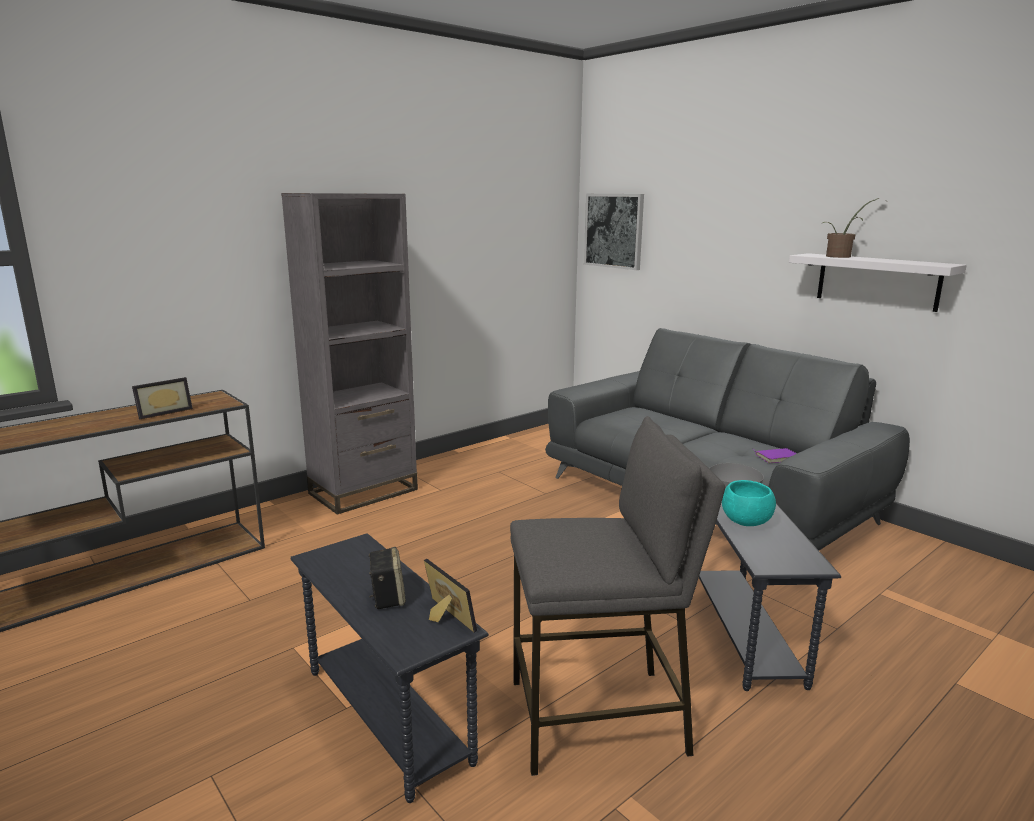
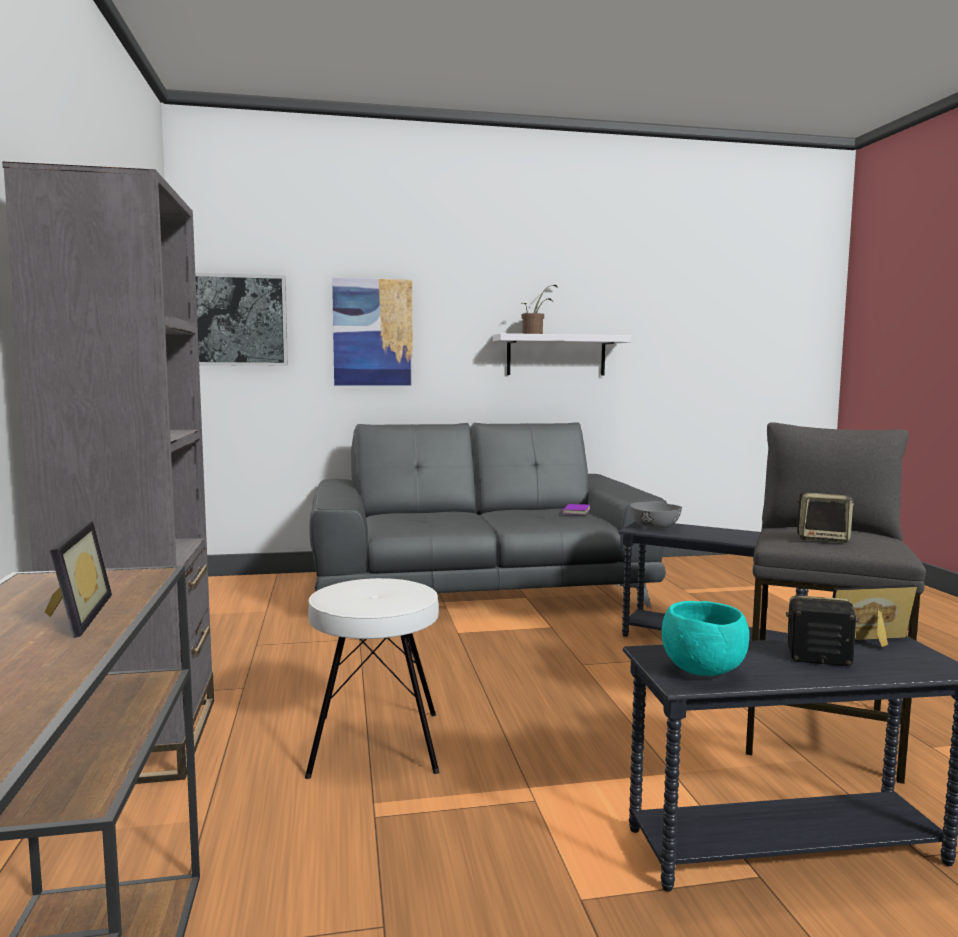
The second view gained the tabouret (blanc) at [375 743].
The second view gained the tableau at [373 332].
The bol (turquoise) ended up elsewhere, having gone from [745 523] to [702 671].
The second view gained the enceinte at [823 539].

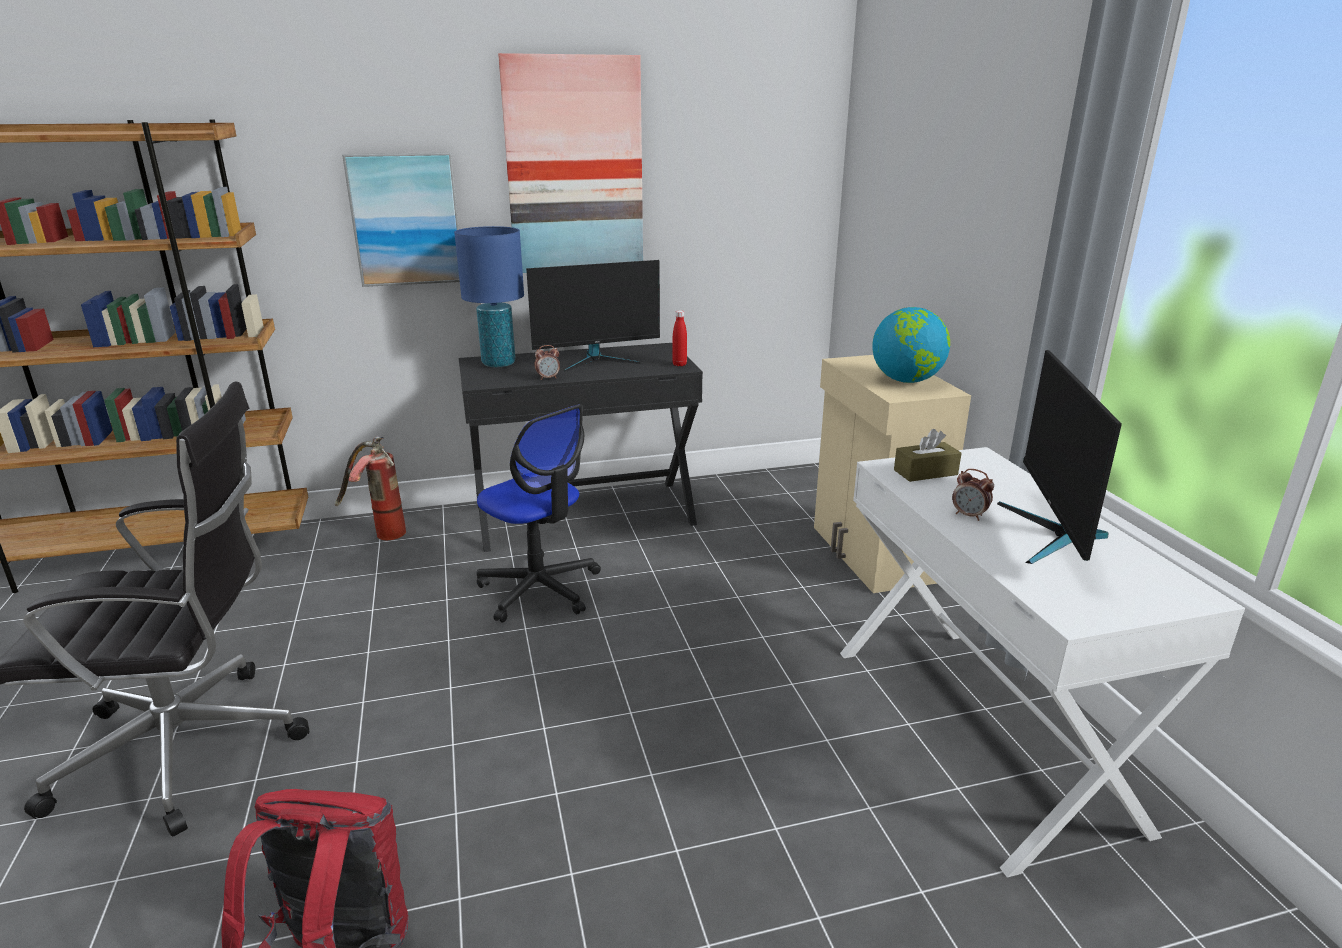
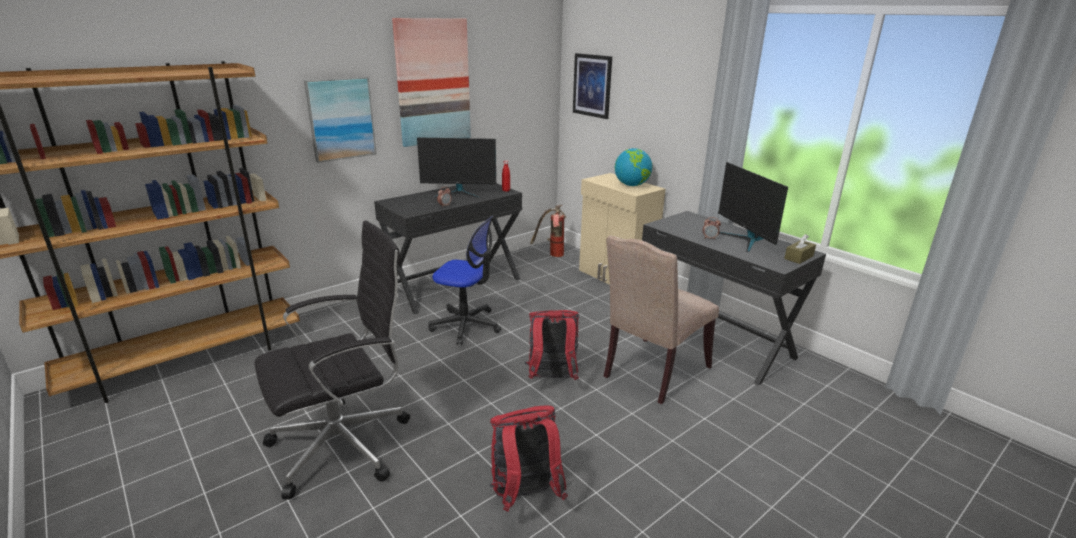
The écran d'ordinateur at [597 361] ended up facing another way, 45 degrees clockwise from before.
The second view gained the sac à dos (rouge) at [552 379].
The extincteur ended up elsewhere, having gone from [379 534] to [551 255].
The second view gained the tableau at [592 85].
The second view gained the chaise (beige) at [652 373].
What was the bureau (blanc) at [980 732] turned into the bureau (noir) at [713 339].
The boîte à mouchoirs (marron) ended up elsewhere, having gone from [925 472] to [798 257].
The second view lost the lampe de table (bleu) at [498 363].

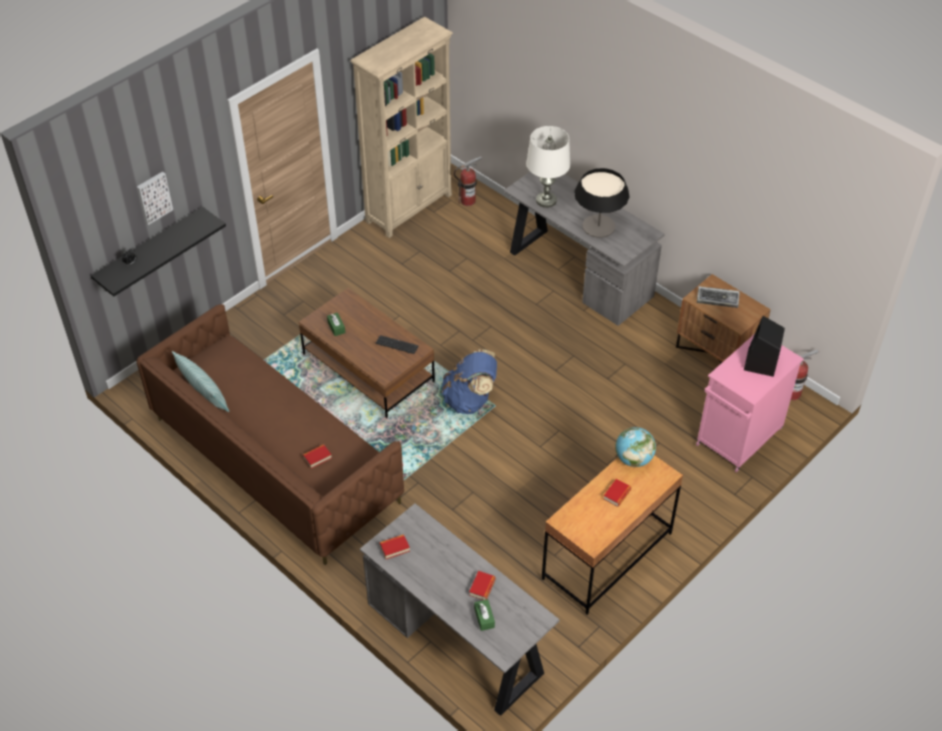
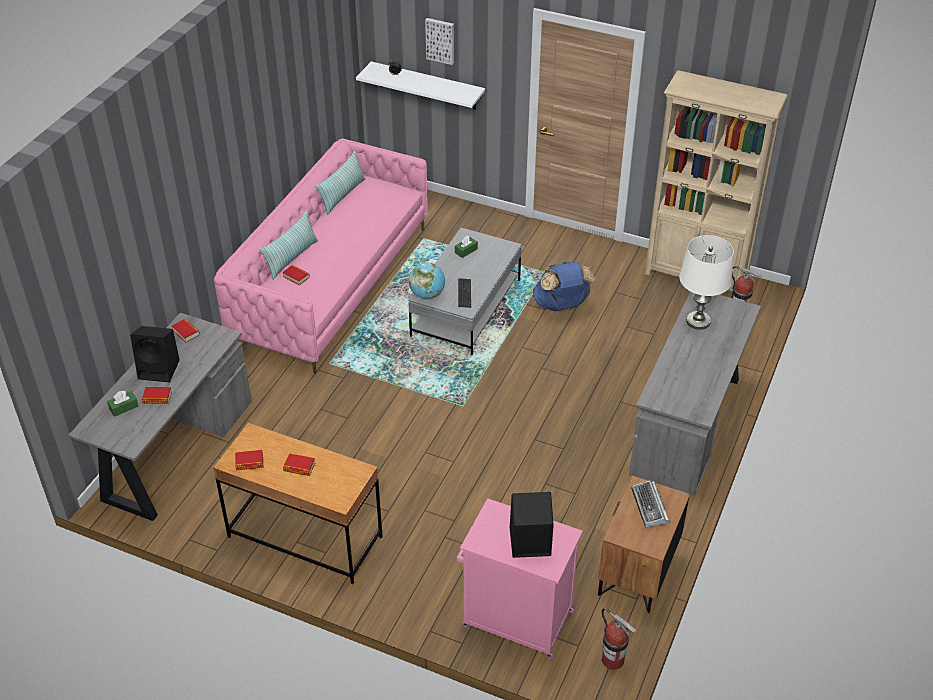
The second view gained the enceinte (noir) at [160 369].
What was the canapé (marron) at [275 459] turned into the canapé (rose) at [332 283].
The second view gained the livre at [249 462].
The second view gained the coussin at [291 258].
What was the étagère (noir) at [150 250] turned into the étagère (blanc) at [427 86].
What was the table basse (marron) at [368 368] turned into the table basse (gris) at [466 308].
The globe ended up elsewhere, having gone from [633 459] to [427 294].
The sac à dos (bleu) ended up elsewhere, having gone from [470 400] to [561 305].
The second view lost the lampe de table at [598 226].

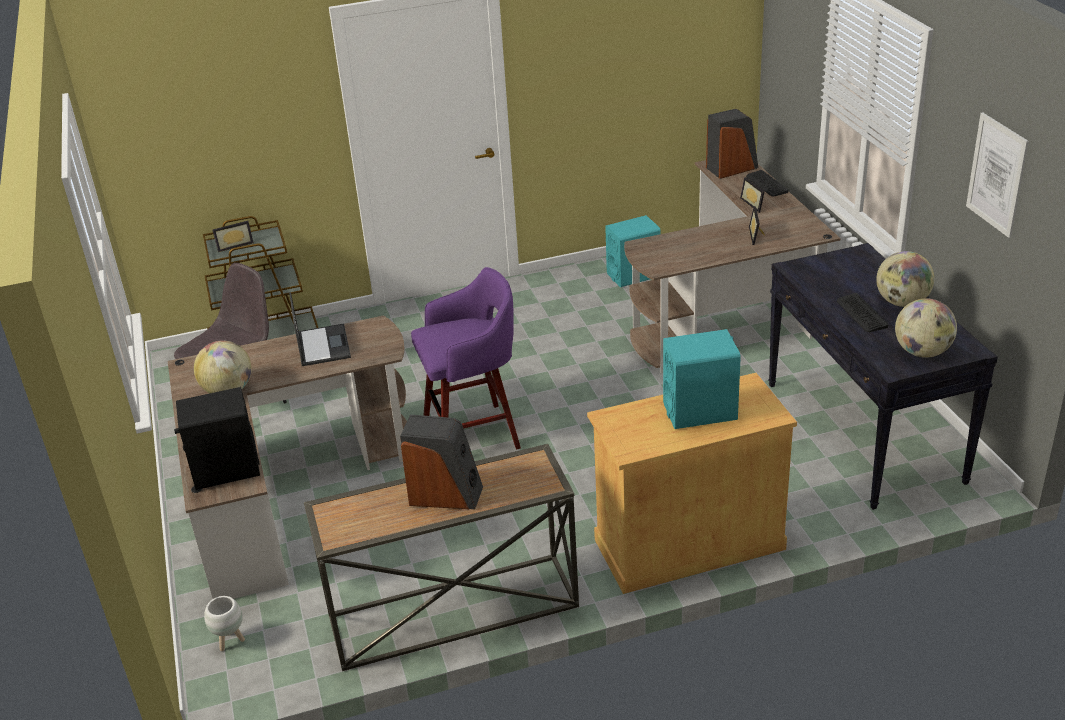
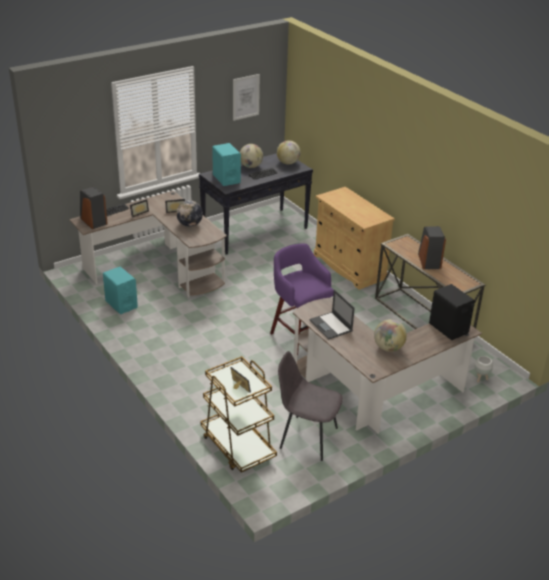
The second view gained the globe at [190 225].
The enceinte (turquoise) ended up elsewhere, having gone from [700 411] to [226 179].
The ordinateur portable at [323 345] ended up facing another way, 90 degrees counterclockwise from before.

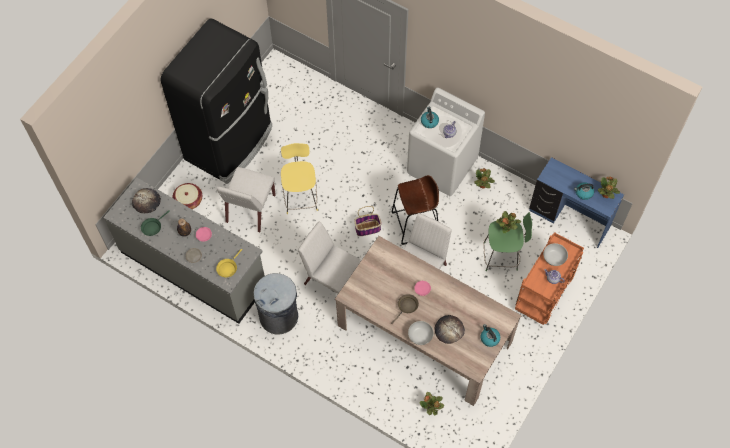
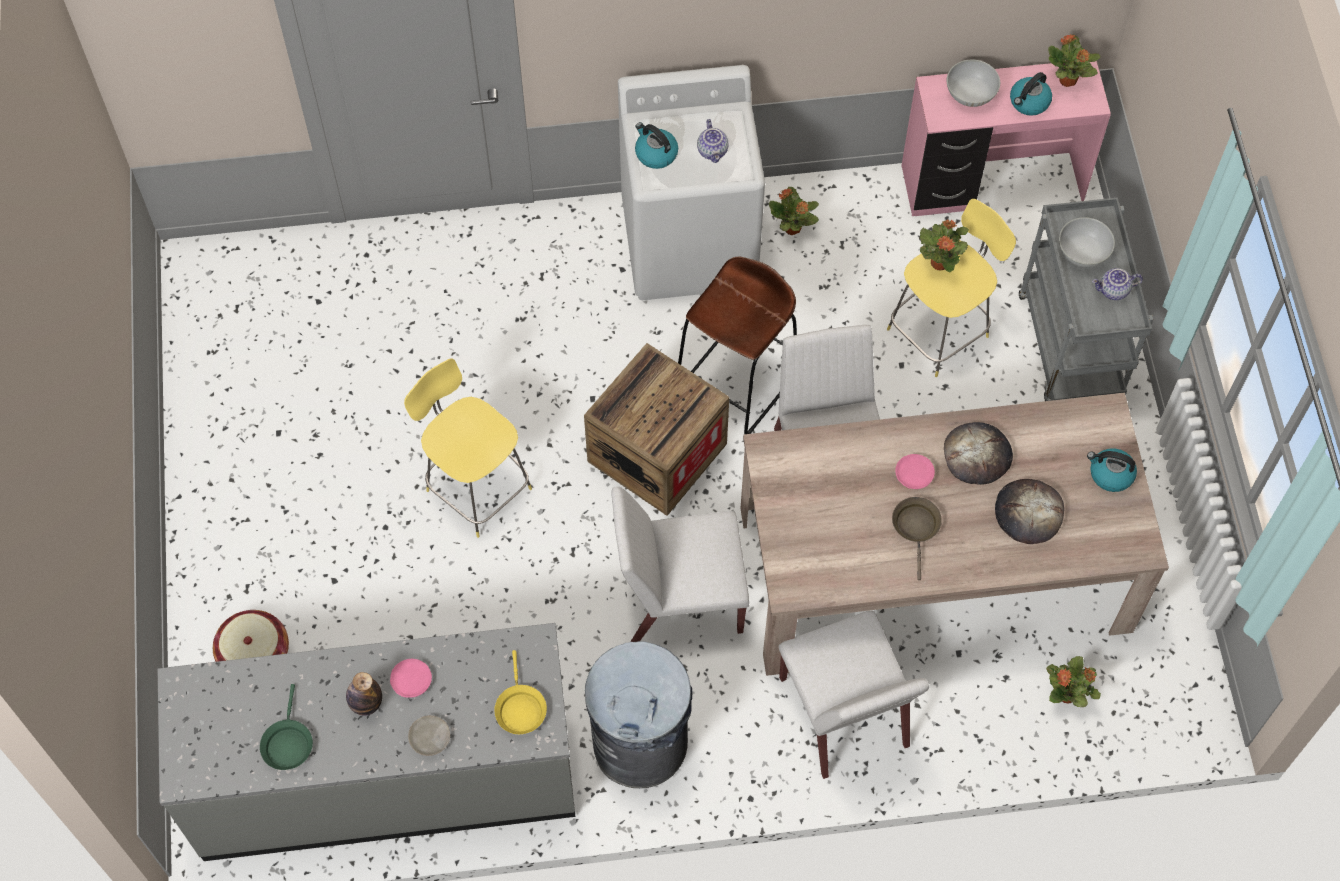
Where the panier stood at [368 228], the caisse came to stand at [657 452].
The chaise (blanc) ended up elsewhere, having gone from [250 209] to [844 714].
What was the tabouret (vert) at [502 256] turned into the tabouret (jaune) at [940 331].
What was the bureau (bleu) at [569 219] turned into the bureau (rose) at [993 184].
The pain ended up elsewhere, having gone from [146 201] to [977 455].
The bol (blanc) ended up elsewhere, having gone from [420 336] to [970 95].
What was the chariot (orange) at [543 295] turned into the chariot (gris) at [1071 348].
The second view lost the réfrigérateur (noir) at [230 143].

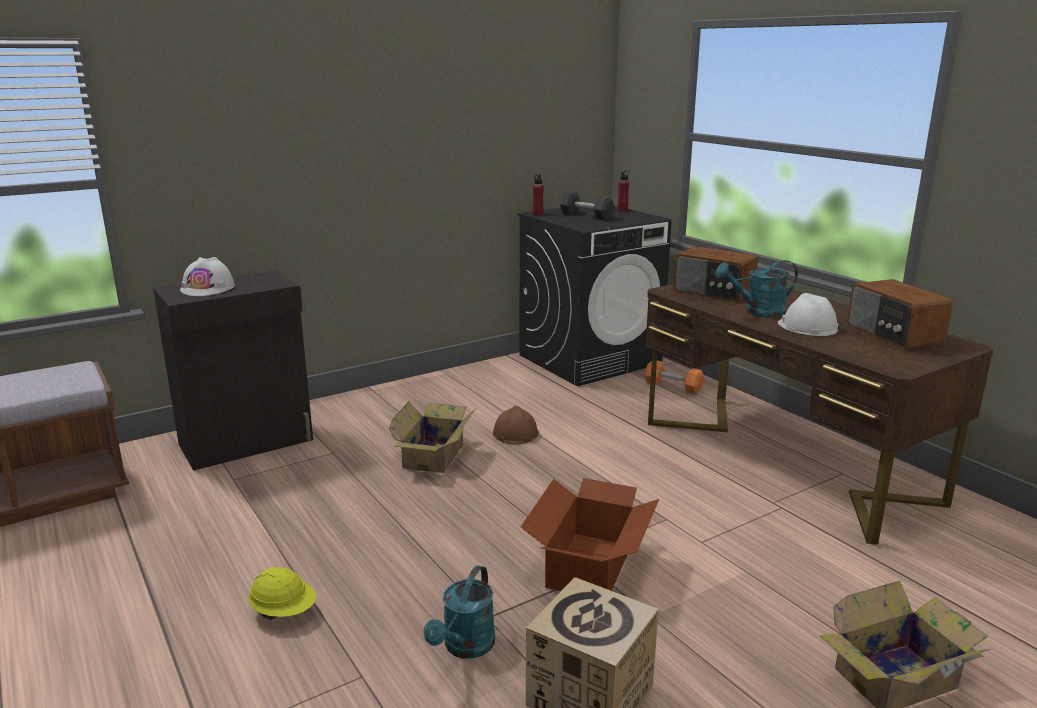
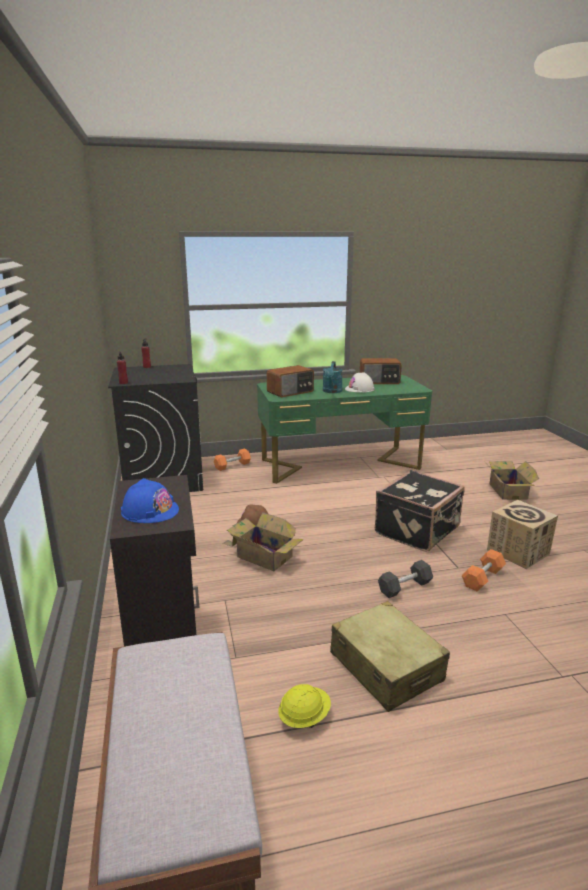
What was the casque de chantier (blanc) at [208 288] turned into the casque de chantier (bleu) at [150 510].
What was the bureau (marron) at [783 460] turned into the bureau (vert) at [340 464].
The casque de chantier (jaune) ended up elsewhere, having gone from [284 612] to [304 717].
The second view gained the valise (beige) at [386 667].
Where the carton stood at [591 566], the valise (noir) came to stand at [418 531].
The haltère (noir) ended up elsewhere, having gone from [586 215] to [405 587].
Where the arrosoir (turquoise) stood at [465 648], the haltère (orange) came to stand at [482 578].

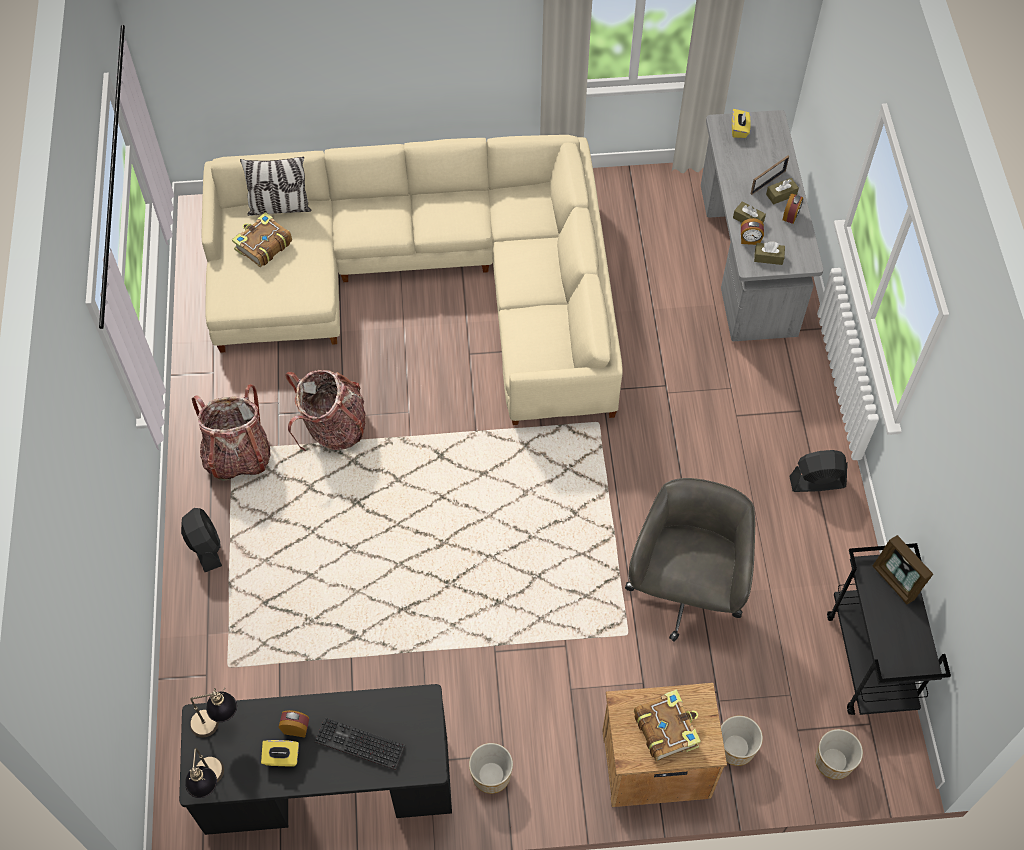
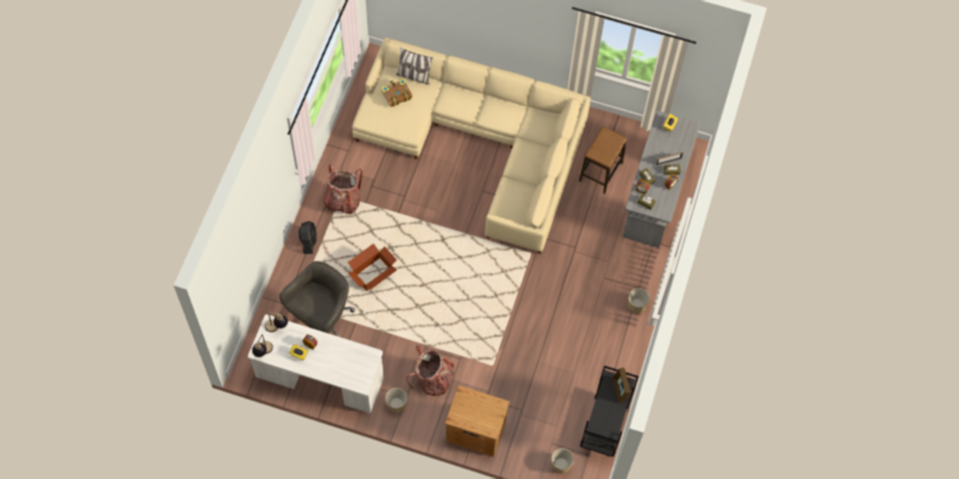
What was the bureau (noir) at [328 786] turned into the bureau (blanc) at [320 378].
The chaise de bureau (gris) ended up elsewhere, having gone from [685 591] to [321 319].
The second view gained the carton at [373 274].
The sac à dos ended up elsewhere, having gone from [333 428] to [433 379].
The second view gained the tabouret at [600 172].
The cache-pot ended up elsewhere, having gone from [735 748] to [636 305].
The second view lost the clavier at [357 745].
The second view lost the livre at [666 728].
The second view lost the ventilateur (noir) at [817 482].

